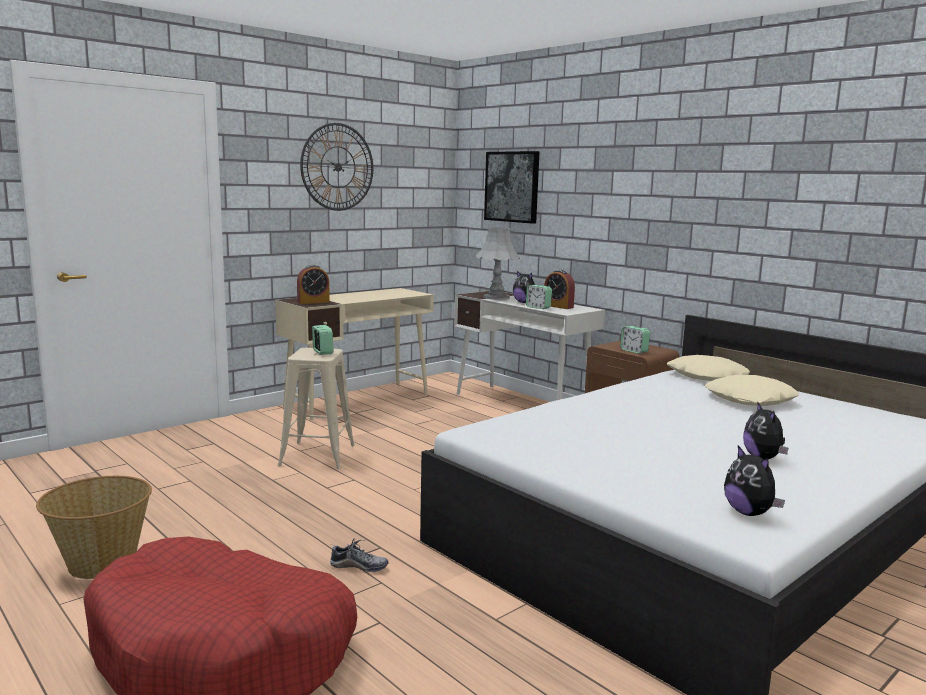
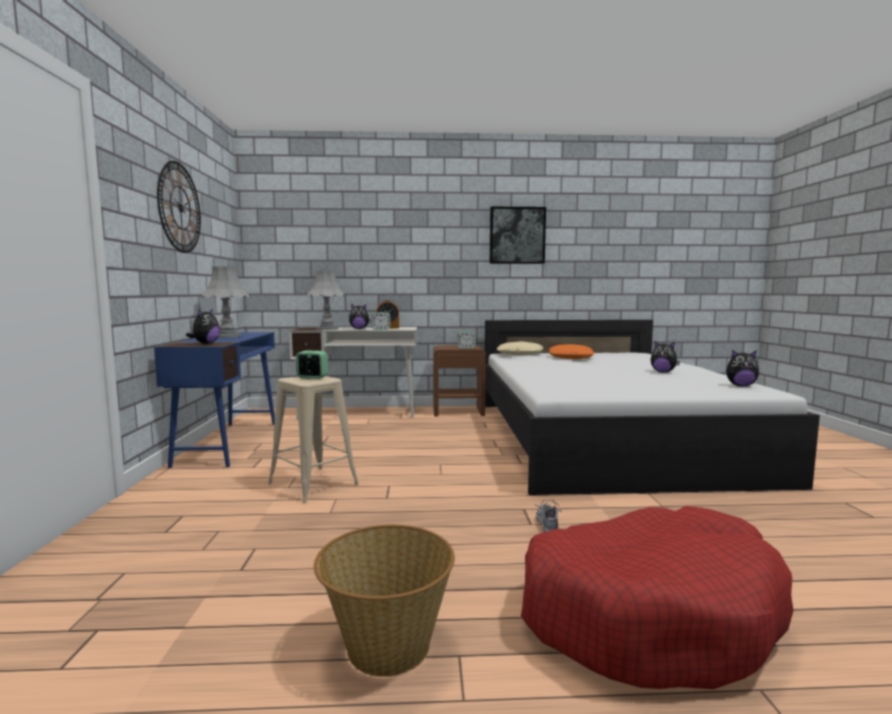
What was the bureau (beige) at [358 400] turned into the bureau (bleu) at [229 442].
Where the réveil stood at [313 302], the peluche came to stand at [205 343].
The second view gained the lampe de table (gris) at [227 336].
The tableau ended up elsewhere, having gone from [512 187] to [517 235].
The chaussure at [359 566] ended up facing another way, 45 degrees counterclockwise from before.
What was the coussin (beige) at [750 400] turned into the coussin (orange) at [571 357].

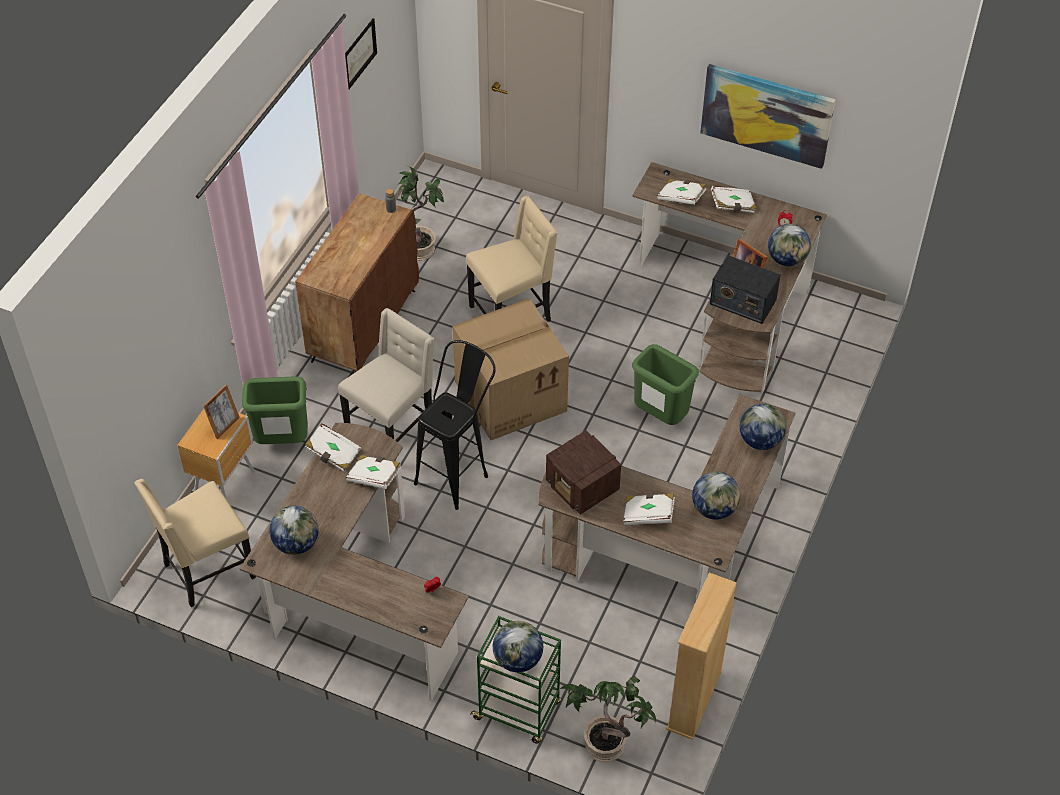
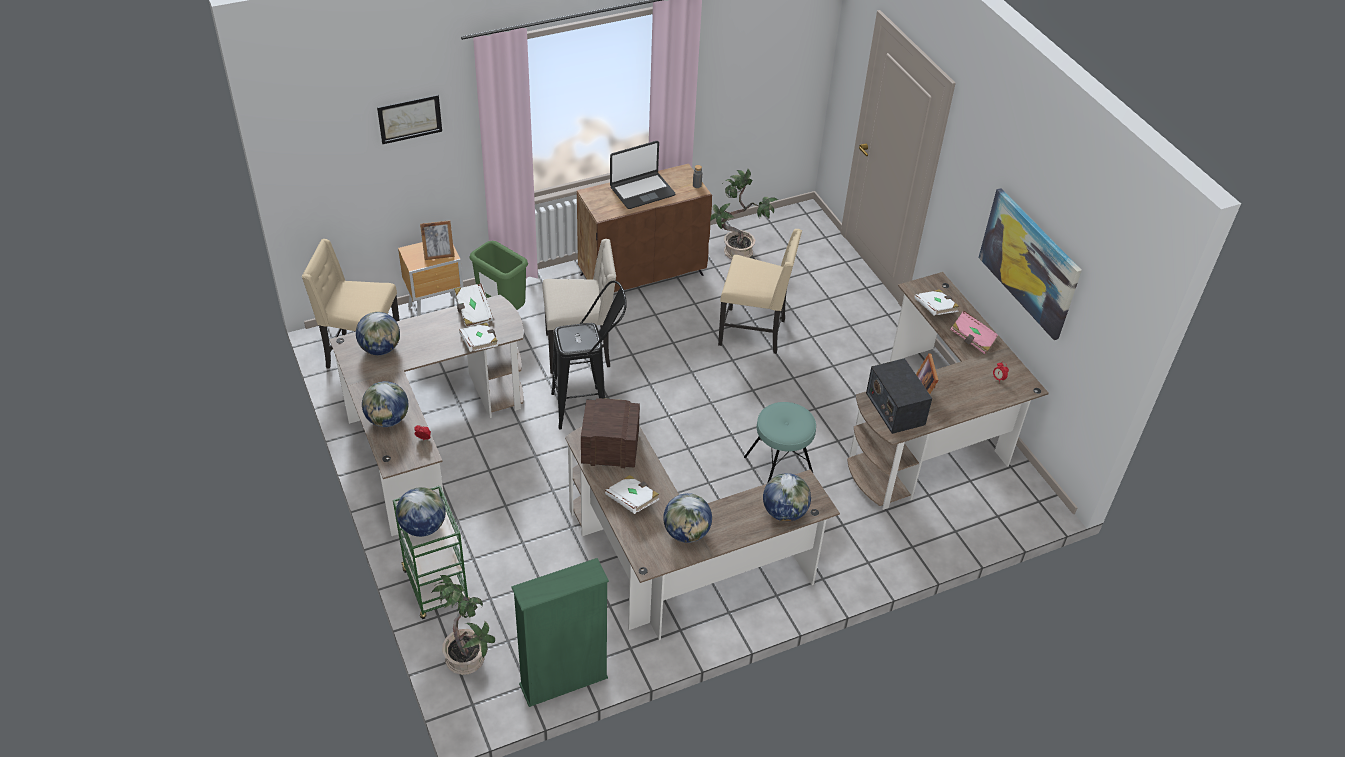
The globe ended up elsewhere, having gone from [786 260] to [387 420].
The tableau ended up elsewhere, having gone from [359 54] to [410 119].
What was the bibliothèque (beige) at [694 700] turned into the bibliothèque (vert) at [563 681].
The radio at [582 488] ended up facing another way, 90 degrees clockwise from before.
The second view gained the ordinateur portable at [642 191].
Where the poubelle (vert) stood at [659 417], the tabouret (turquoise) came to stand at [780 470].
What was the livre (blanc) at [732 206] turned into the livre (rose) at [972 339].
The second view lost the carton at [511 394].

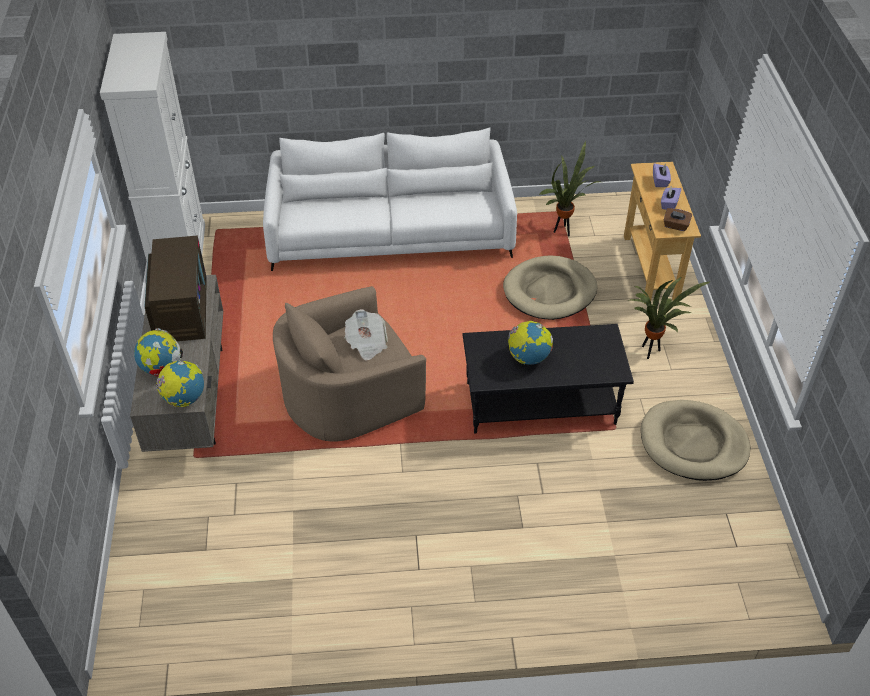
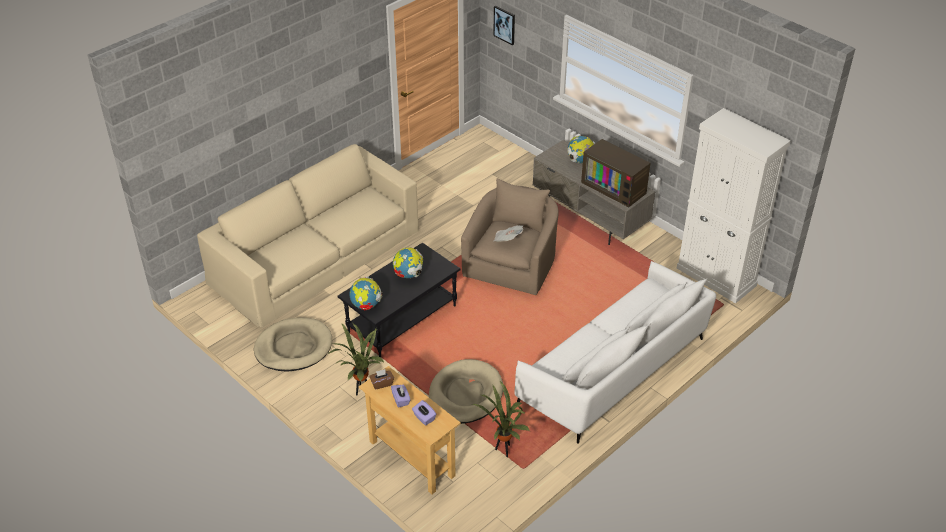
The second view gained the canapé (beige) at [315 255].
The globe ended up elsewhere, having gone from [184 398] to [366 305].
The second view gained the tableau at [504 25].

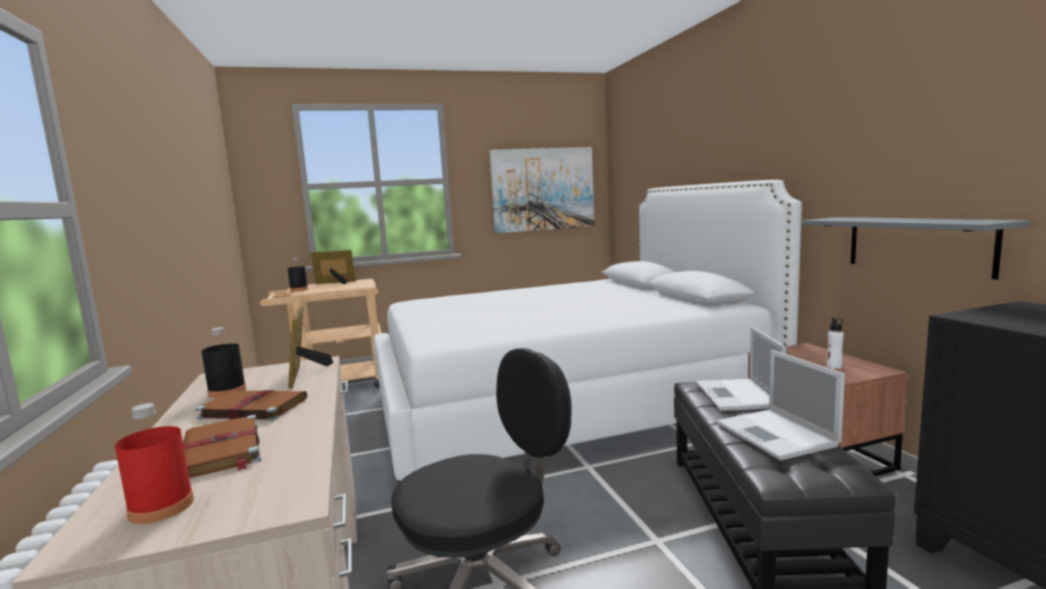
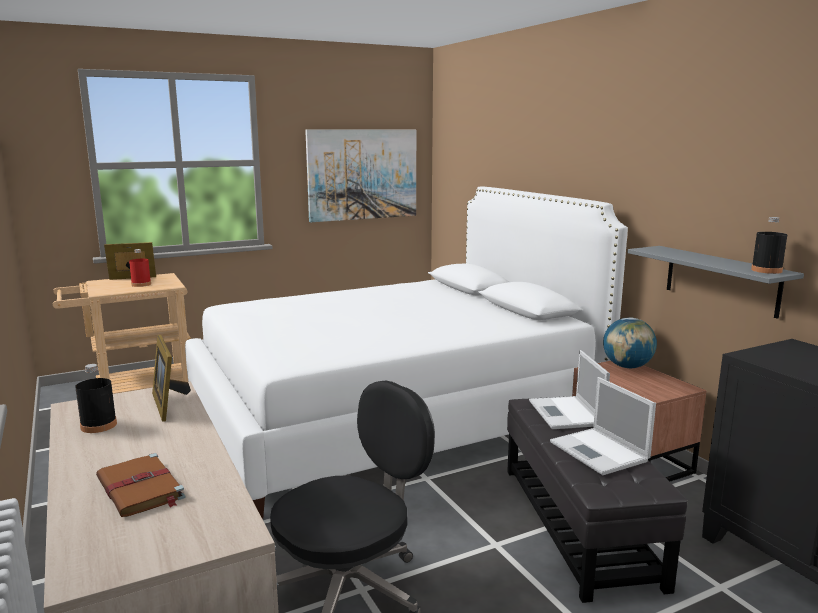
The bouteille (rouge) ended up elsewhere, having gone from [161 507] to [141 284].
The second view gained the globe at [627 366].
The bouteille (noir) ended up elsewhere, having gone from [299 289] to [766 270].
The second view lost the livre (marron) at [252 408].
The second view lost the bouteille (blanc) at [834 367].

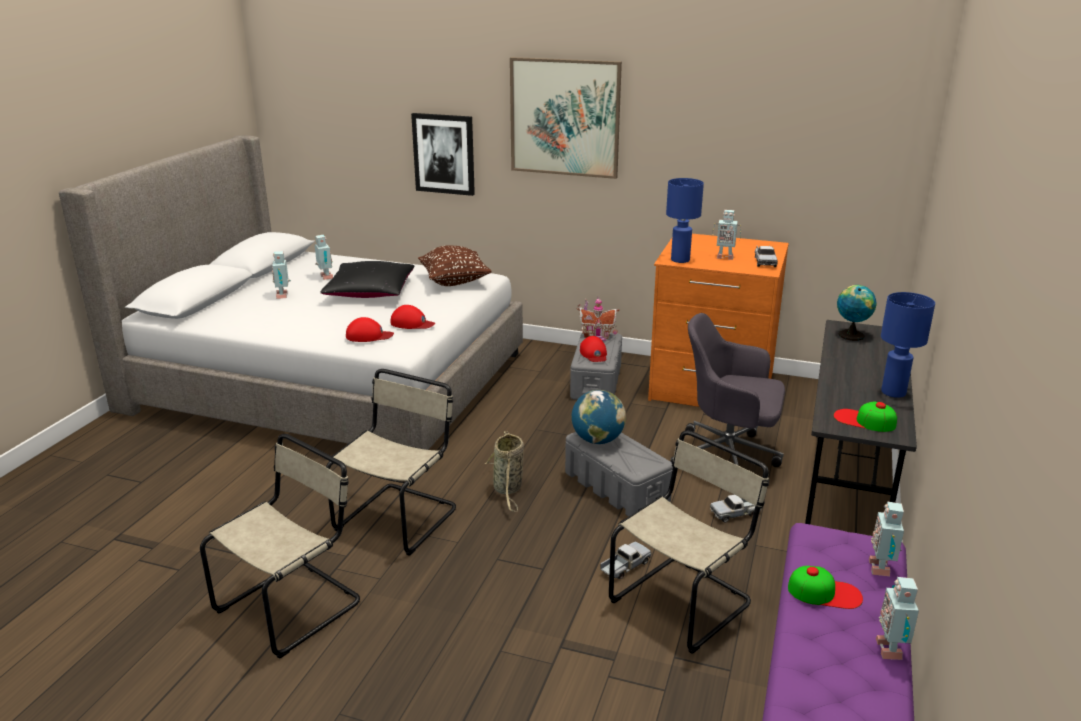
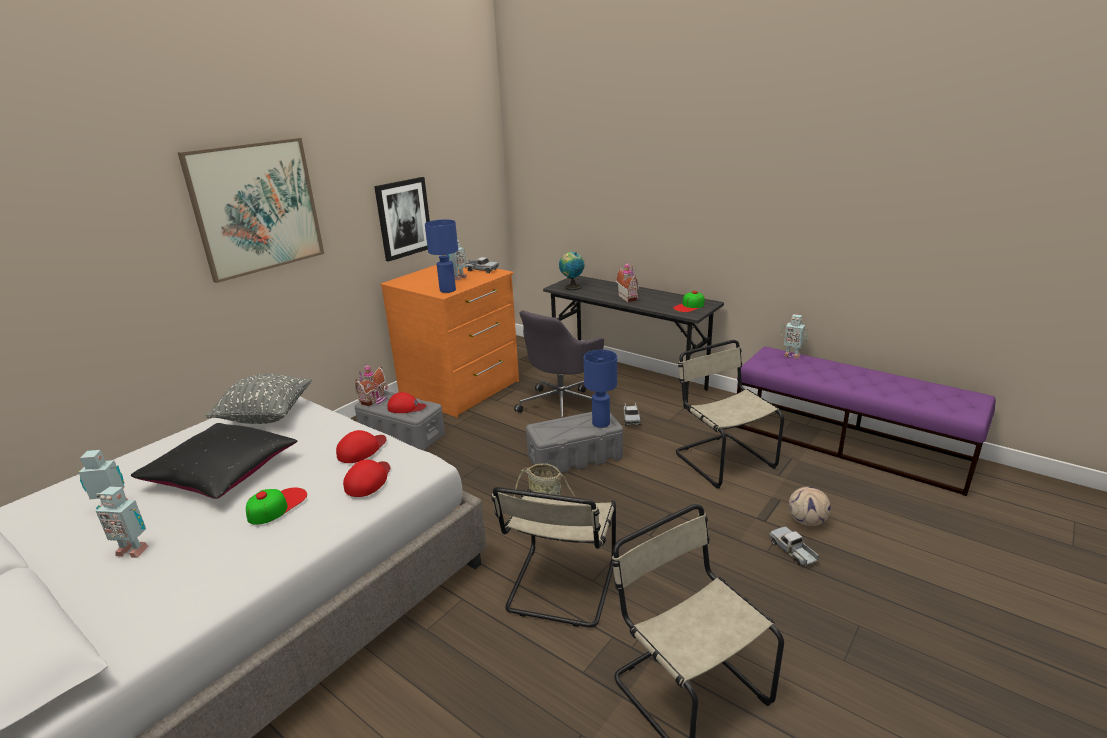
What was the coussin (marron) at [454 282] turned into the coussin (gris) at [266 416].
The casquette ended up elsewhere, having gone from [825 592] to [277 505].
The tableau ended up elsewhere, having gone from [444 154] to [403 218].
The chaise (beige) at [399 517] ended up facing another way, 120 degrees counterclockwise from before.
The lampe de table (bleu) ended up elsewhere, having gone from [893 392] to [600 423].
The second view gained the maison miniature at [629 298].
The camion jouet ended up elsewhere, having gone from [624 566] to [793 551].
The second view gained the ballon de foot at [807 522].
The second view lost the globe at [597 440].
The second view lost the robot jouet at [891 649].

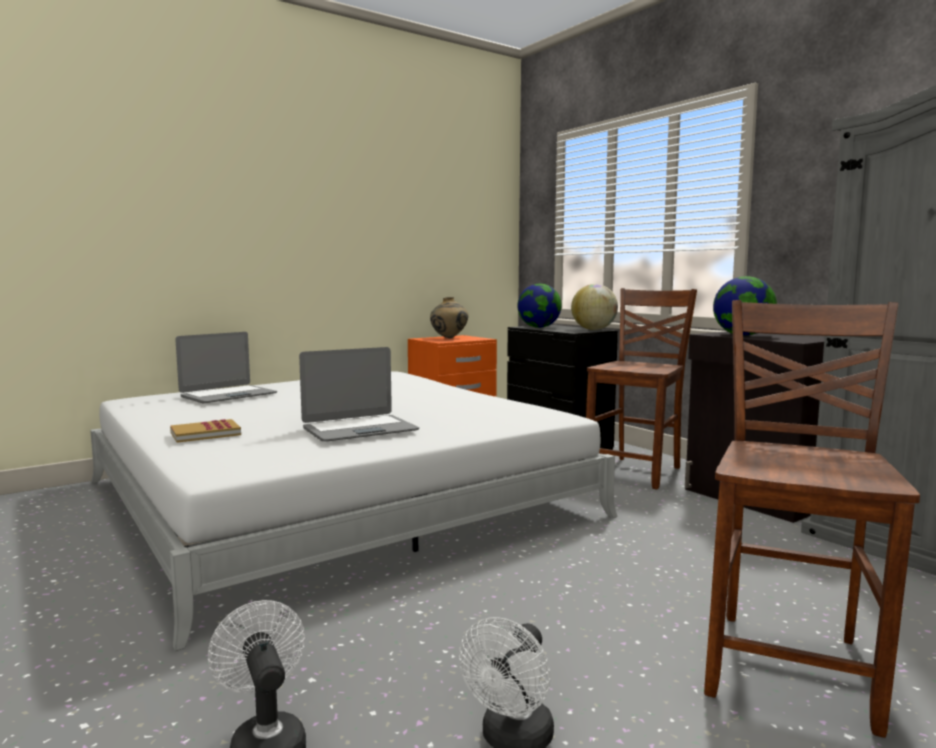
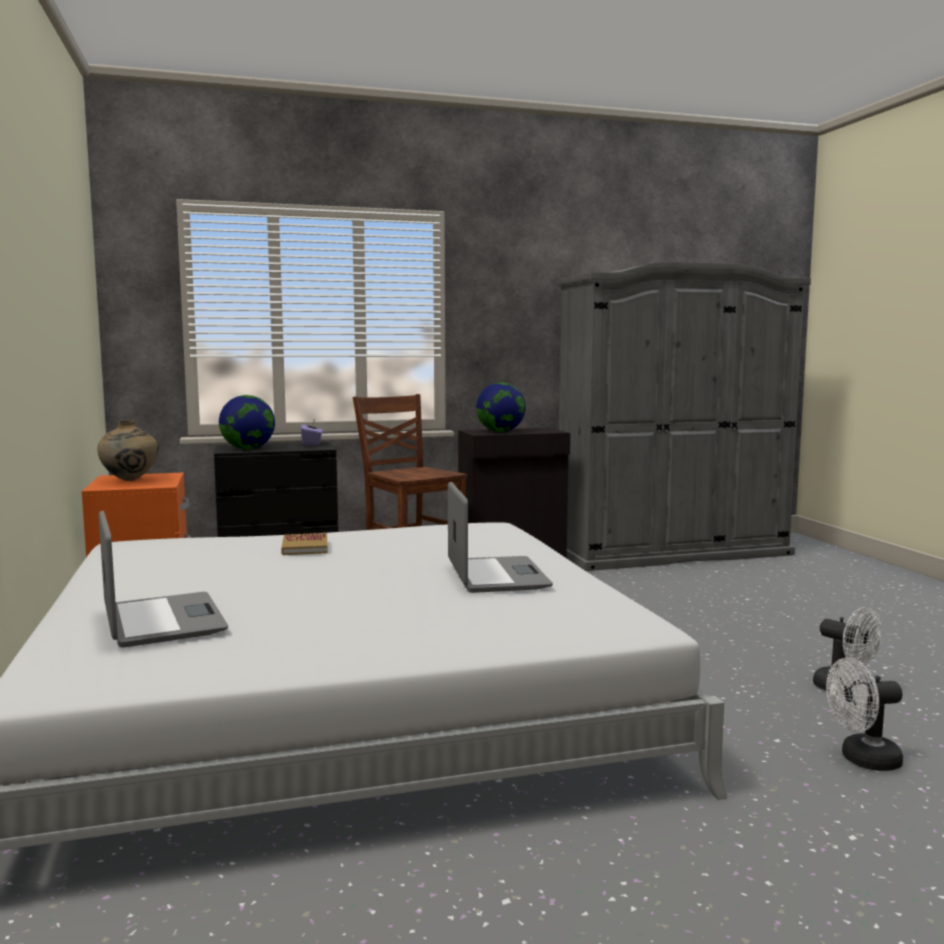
The livre ended up elsewhere, having gone from [205 434] to [305 547].
Where the globe stood at [593 330], the boîte à mouchoirs (violet) came to stand at [312 444].
The second view lost the chaise (marron) at [790 665].

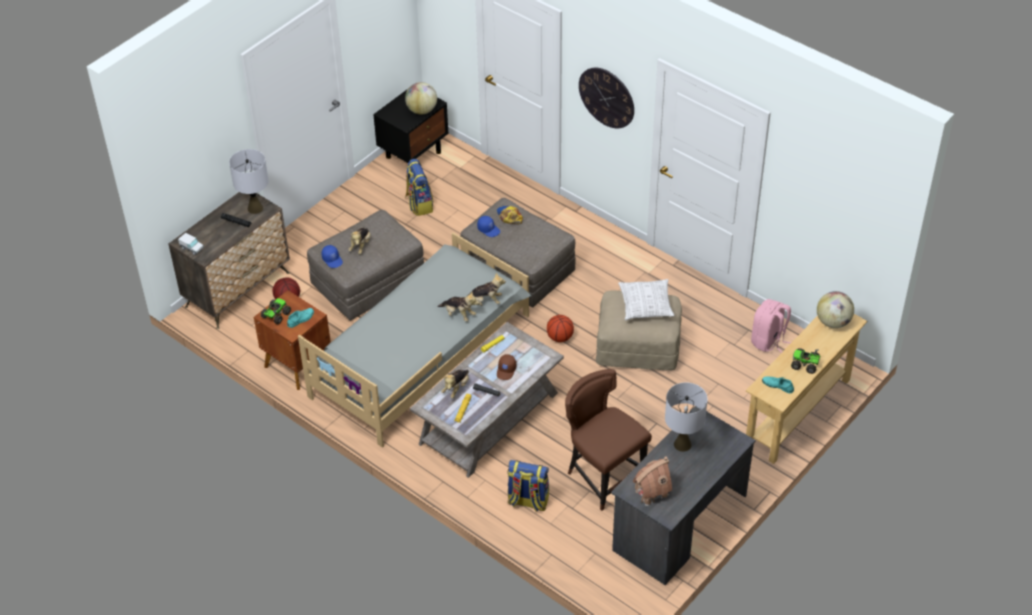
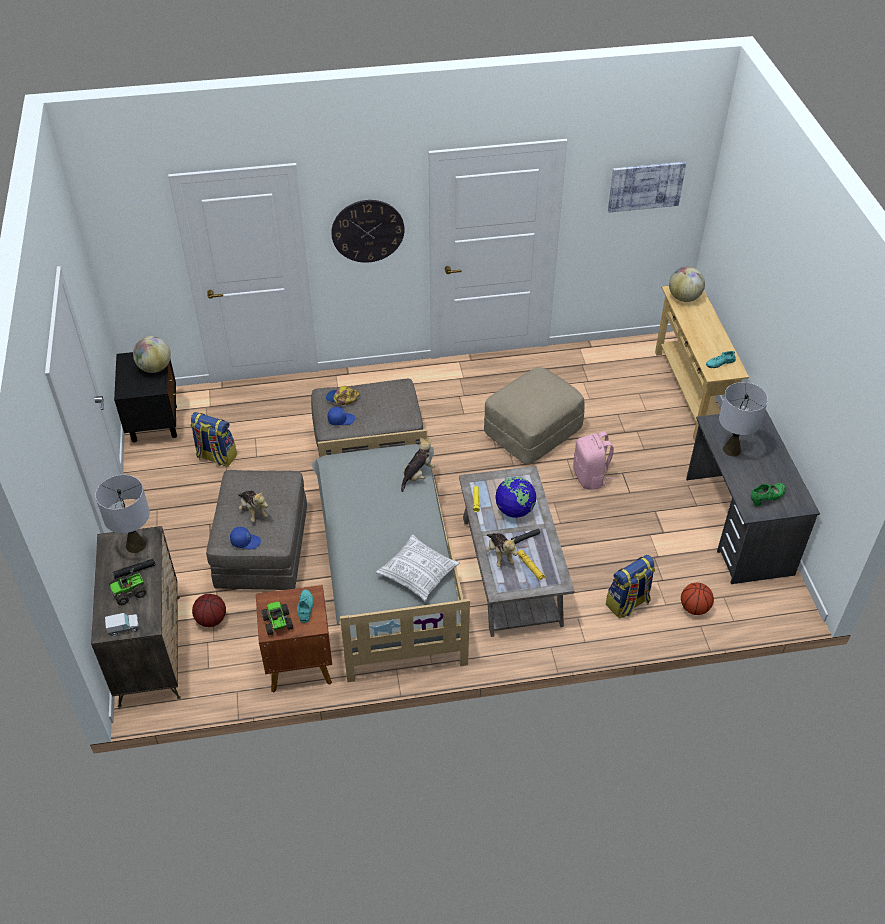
The camion jouet ended up elsewhere, having gone from [805 364] to [129 592].
The coussin ended up elsewhere, having gone from [646 306] to [418 574].
Where the casquette (marron) stood at [506 370], the globe came to stand at [514 510].
The sac à dos (rose) ended up elsewhere, having gone from [768 341] to [590 477].
The second view gained the tableau at [645 186].
The ballon de basket ended up elsewhere, having gone from [560 337] to [694 608].
Where the maison miniature stood at [651 491], the chaussure (vert) came to stand at [766 498].
The second view lost the peluche at [459 314].
The second view lost the chaise (marron) at [603 476].

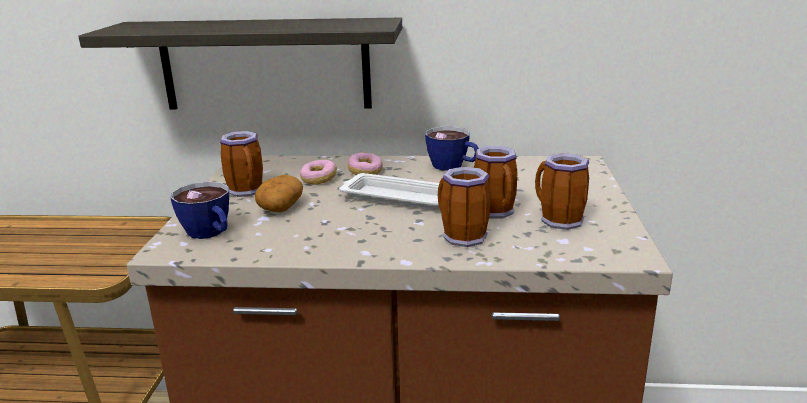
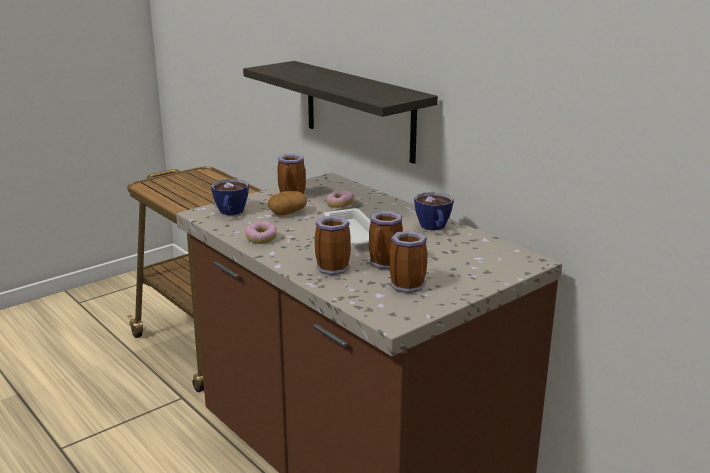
The beignet ended up elsewhere, having gone from [365 172] to [261 239].

